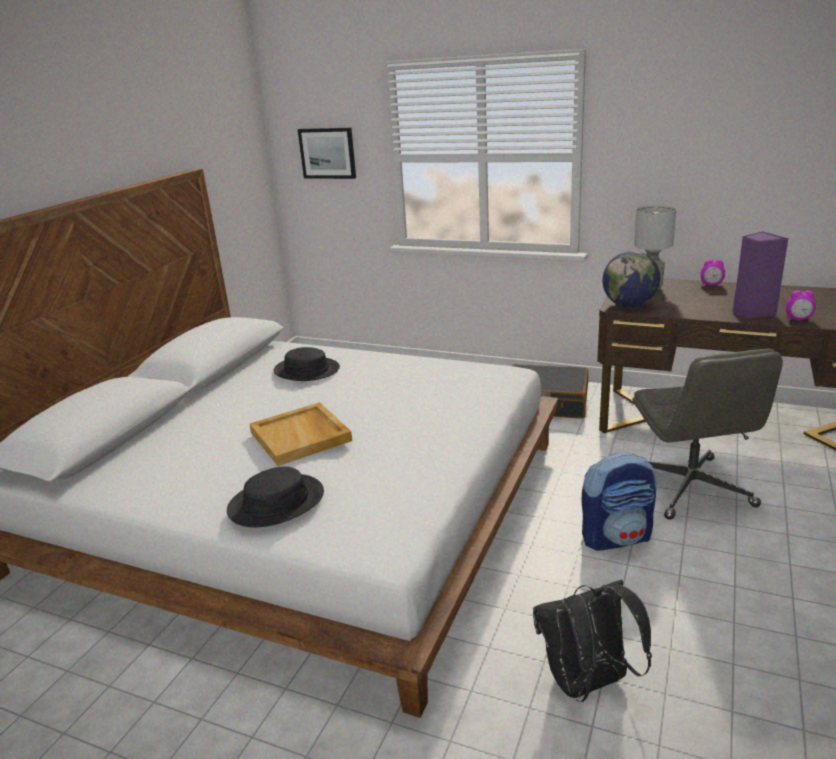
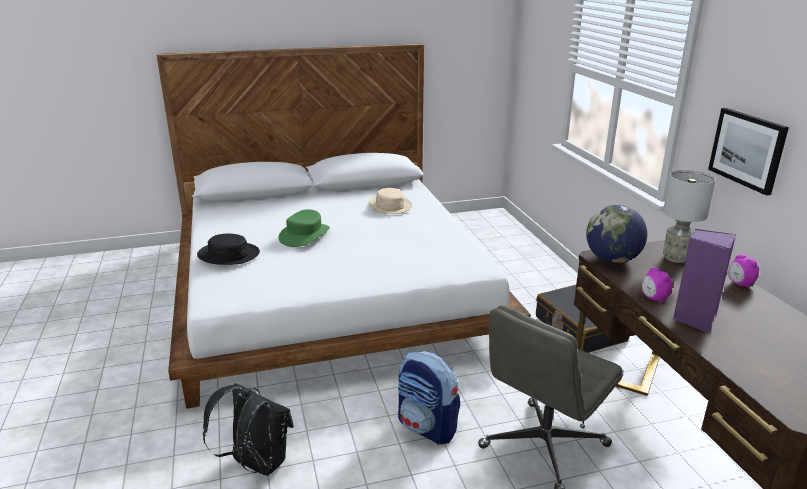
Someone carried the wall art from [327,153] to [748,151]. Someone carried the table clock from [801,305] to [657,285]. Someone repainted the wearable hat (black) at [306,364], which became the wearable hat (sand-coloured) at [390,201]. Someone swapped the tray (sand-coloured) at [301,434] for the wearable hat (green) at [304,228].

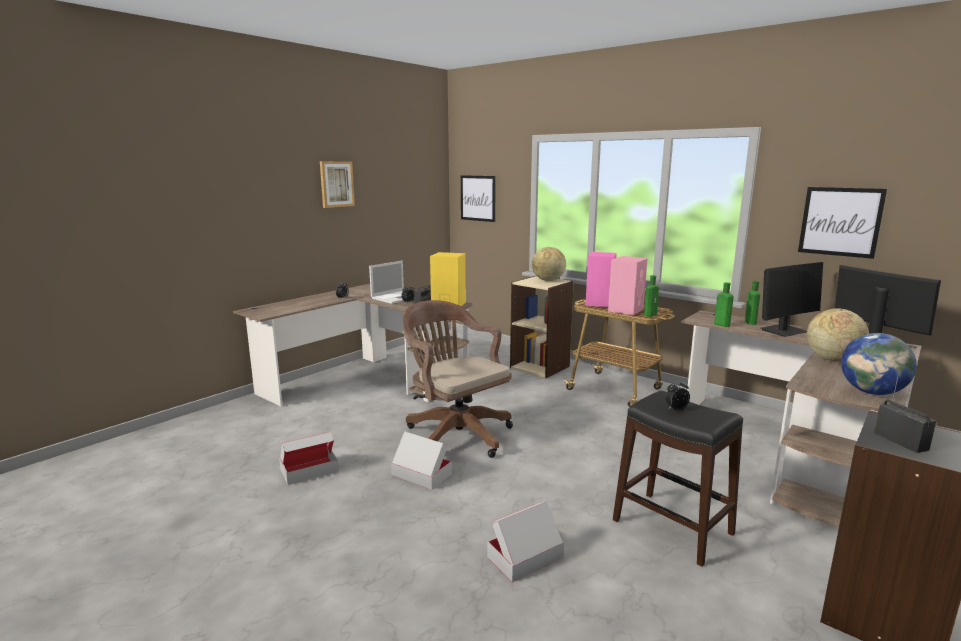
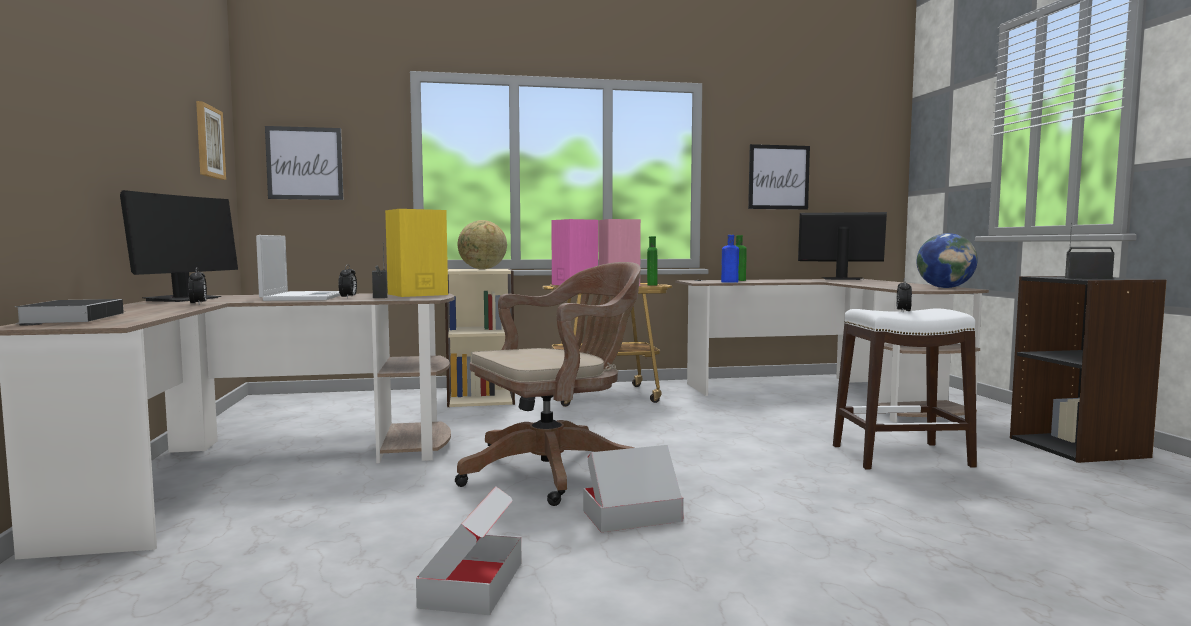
Someone carried the wall art from [337,184] to [211,140]. Someone carried the computer display from [792,299] to [179,246]. Someone repainted the beverage bottle (green) at [724,304], which became the beverage bottle (blue-coloured) at [730,259]. Someone rotated the desk chair (brown) at [458,379] by 150 degrees clockwise. Someone took away the desk globe at [838,335]. Someone repainted the stool (black) at [678,479], which became the stool (white) at [905,389]. Someone took away the carton at [525,541]. Someone put down the bound book at [70,311].

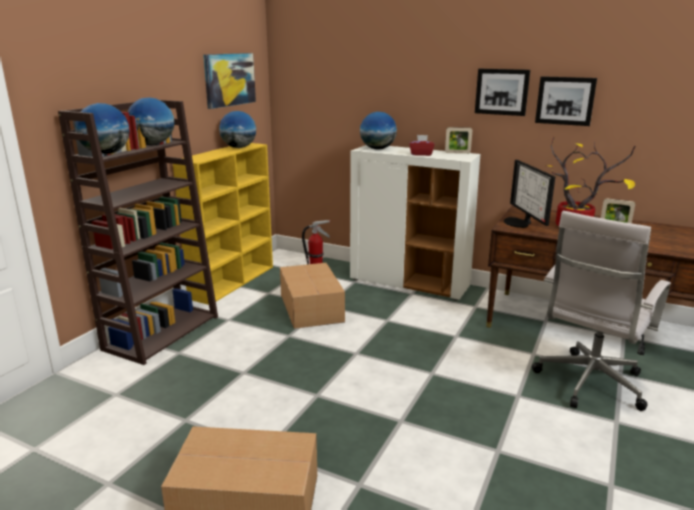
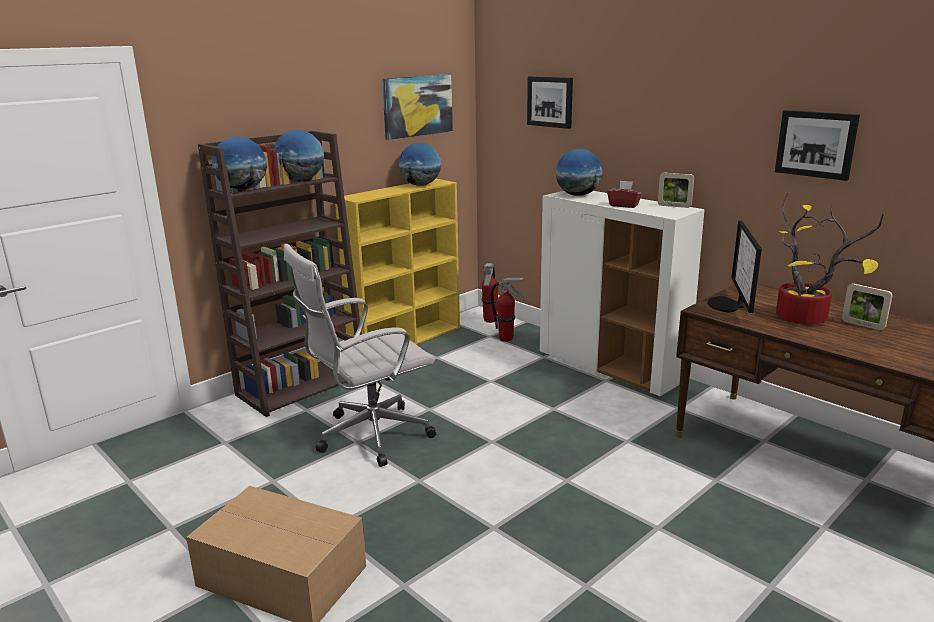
Someone carried the wall art from [502,92] to [550,102]. Someone carried the desk chair (white) from [601,311] to [360,355]. Someone took away the carton at [312,296]. Someone put down the fire extinguisher at [489,293].

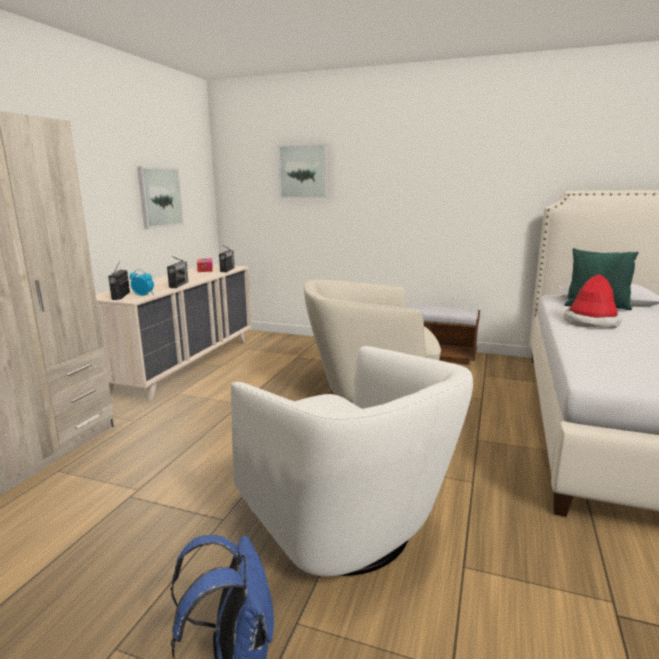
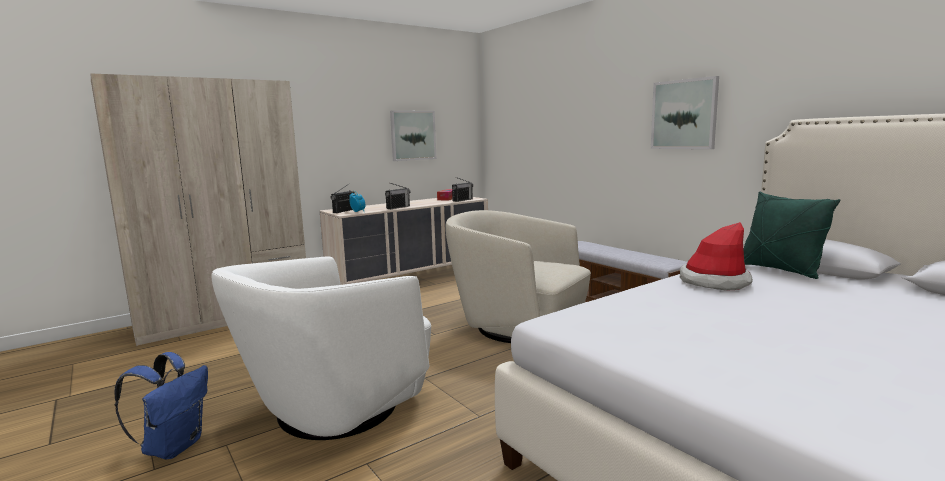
Someone carried the wall art from [303,171] to [685,112]. Someone rotated the armchair (white) at [352,461] by 45 degrees clockwise.

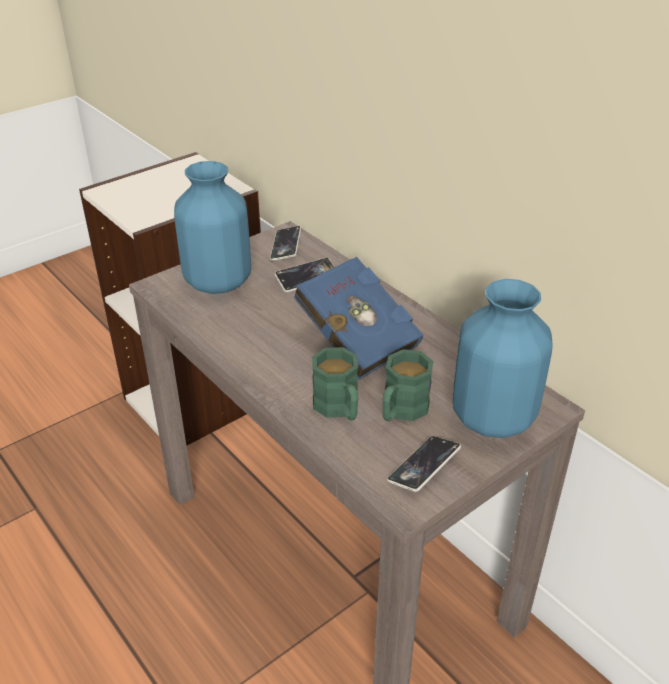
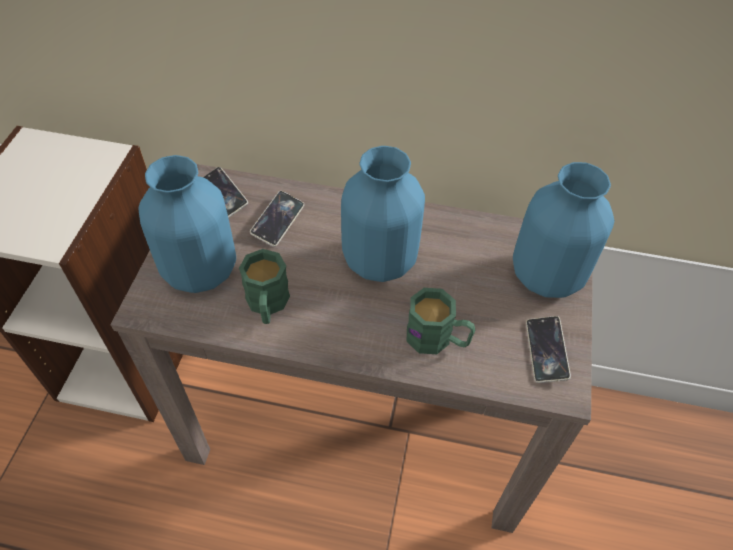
Someone swapped the bound book (blue-coloured) at [358,318] for the decorative vase (blue-coloured) at [383,214]. Someone carried the coffee mug (green) from [408,385] to [264,286].

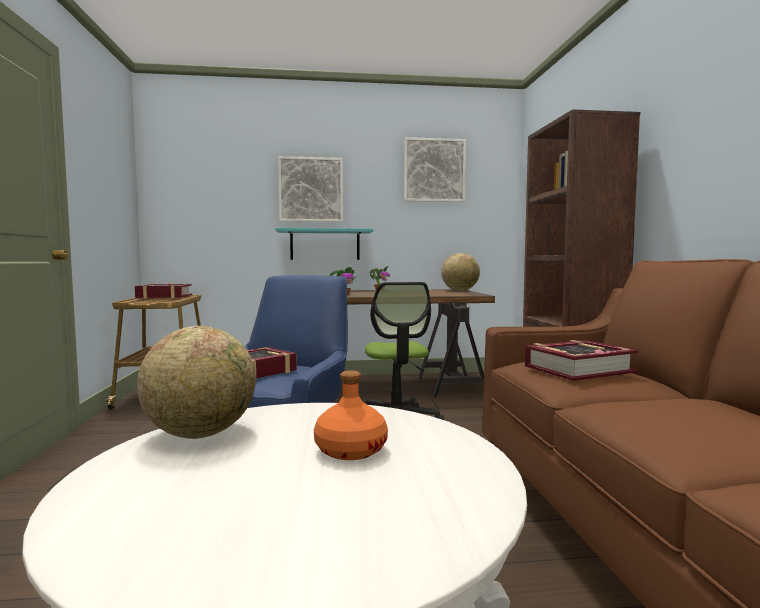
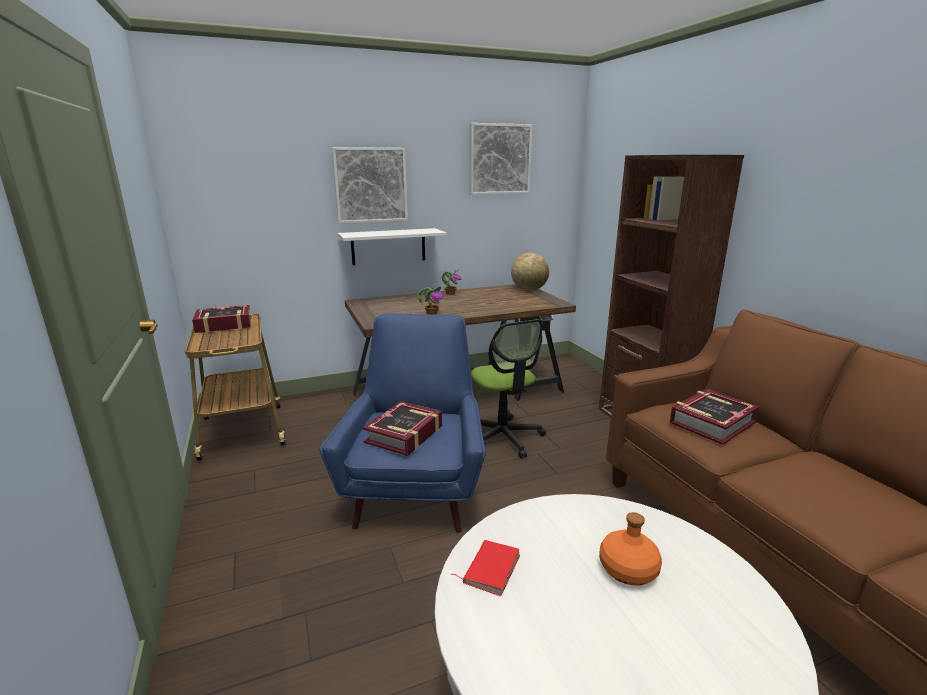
Someone repainted the shelf (turquoise-coloured) at [324,244], which became the shelf (white) at [392,246]. Someone swapped the desk globe at [196,382] for the bound book (red-coloured) at [485,568].

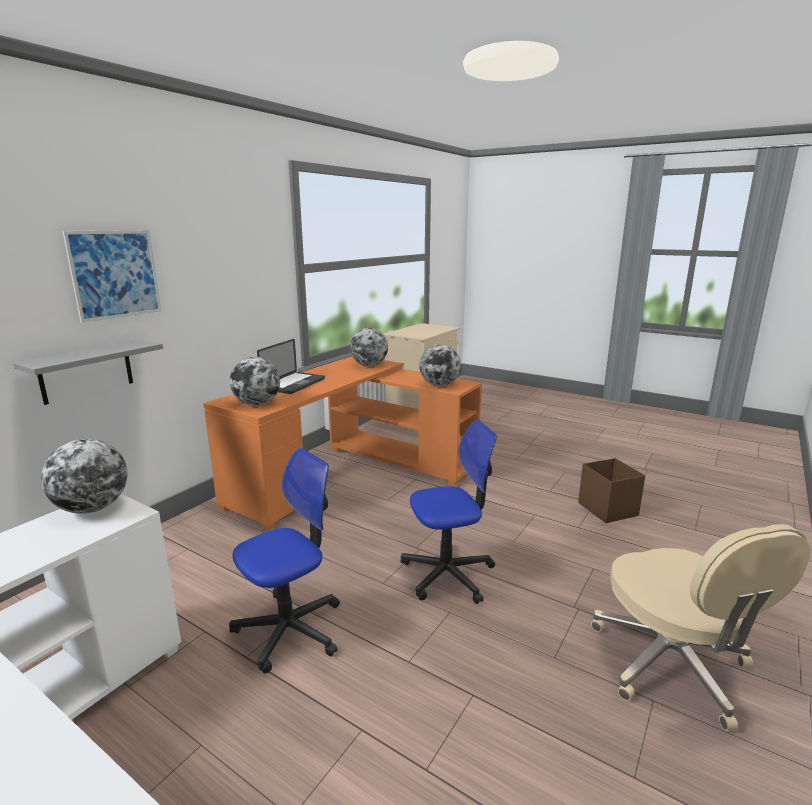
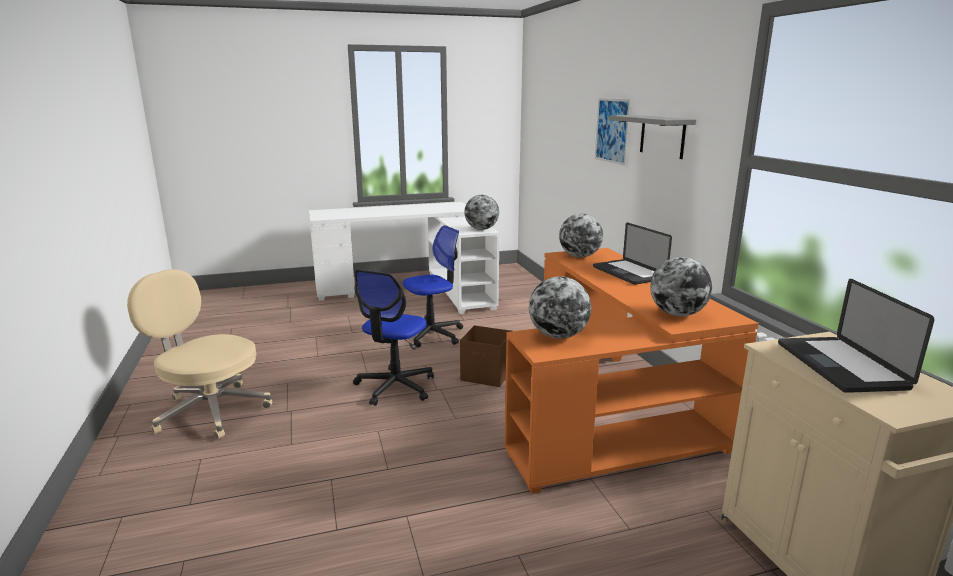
Someone carried the shelf (greyish) from [88,372] to [652,137]. Someone rotated the desk chair at [284,561] by 120 degrees counterclockwise. Someone carried the storage box (brown) from [611,490] to [486,356]. Someone put down the notebook computer at [856,336].

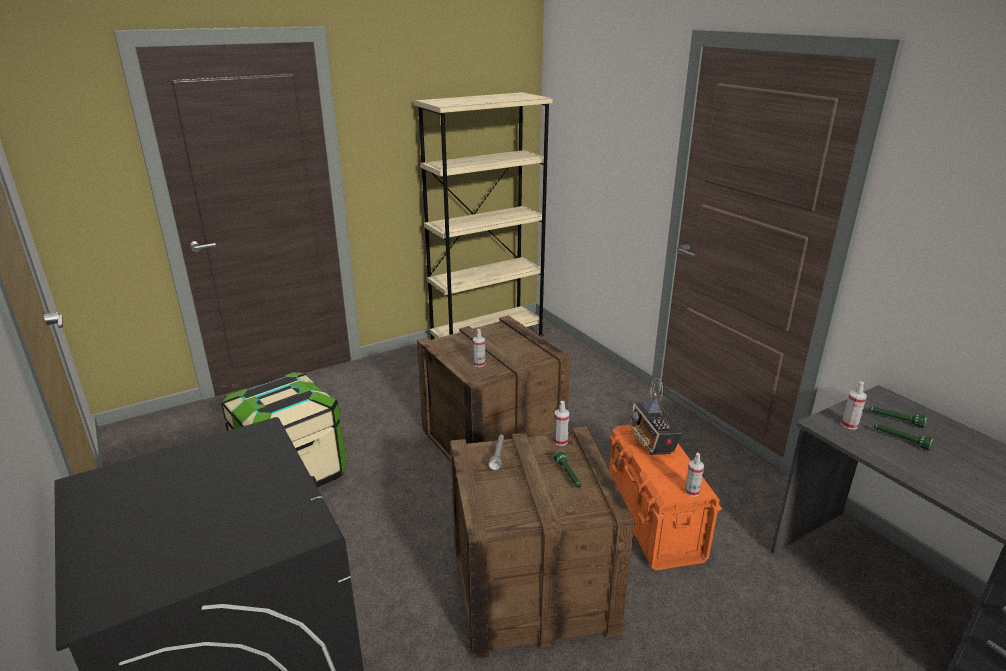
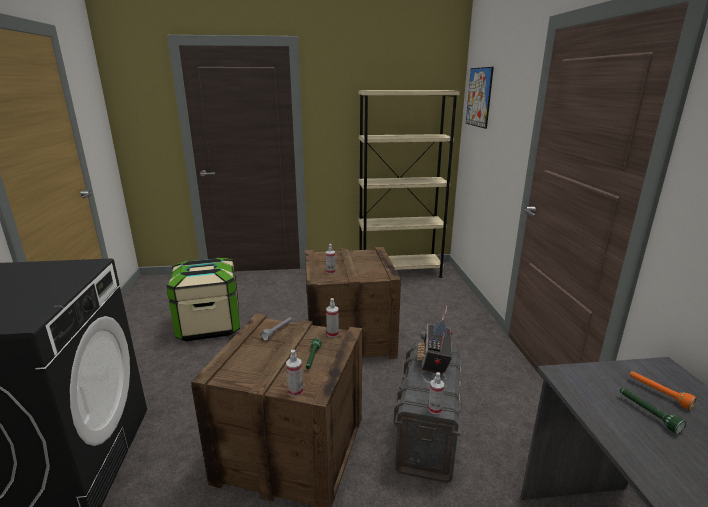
Someone carried the hand sprayer from [854,406] to [294,373]. Someone repainted the torch (green) at [898,417], which became the torch (orange-coloured) at [663,390]. Someone repainted the storage box (orange-coloured) at [665,497], which became the storage box (greyish) at [428,412]. Someone put up the wall art at [480,98].

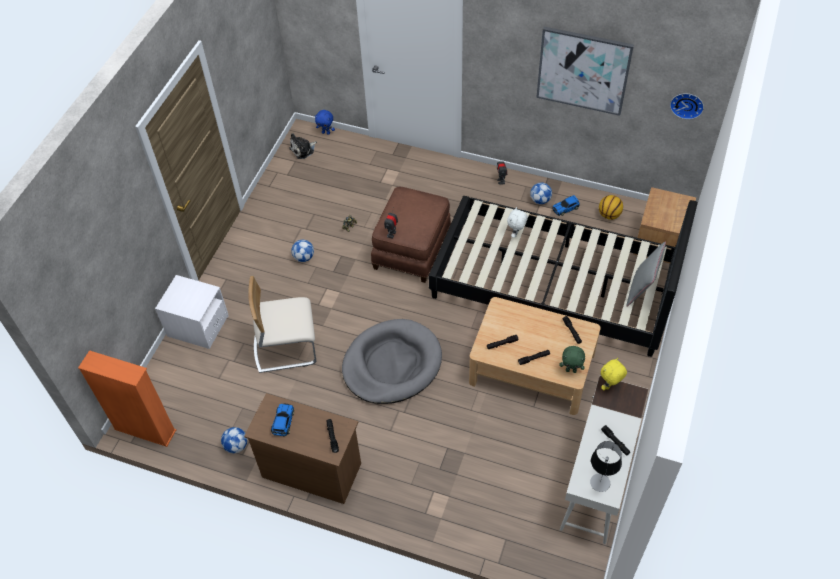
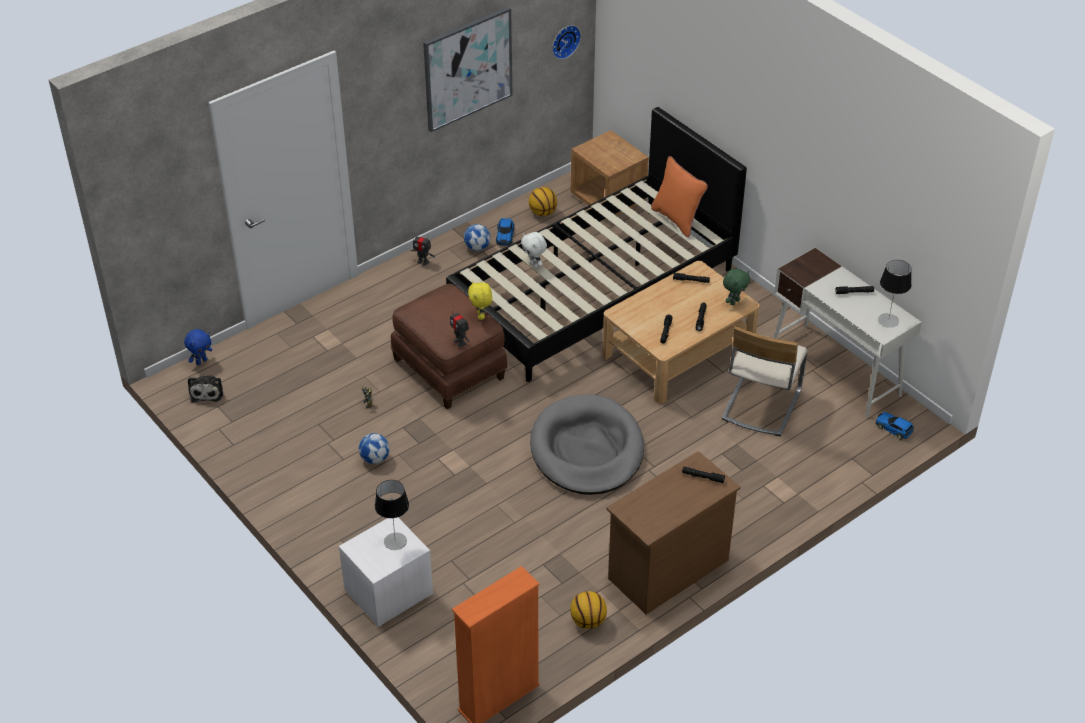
Someone repainted the pillow (greyish) at [646,274], which became the pillow (orange-coloured) at [679,196]. Someone carried the chair (sand-coloured) from [282,324] to [765,381]. Someone carried the soft toy (yellow) from [614,374] to [480,300]. Someone carried the miniature car from [282,420] to [894,426]. Someone swapped the ball for football at [234,440] for the basketball at [588,610]. Someone put down the tabletop lamp at [392,515].

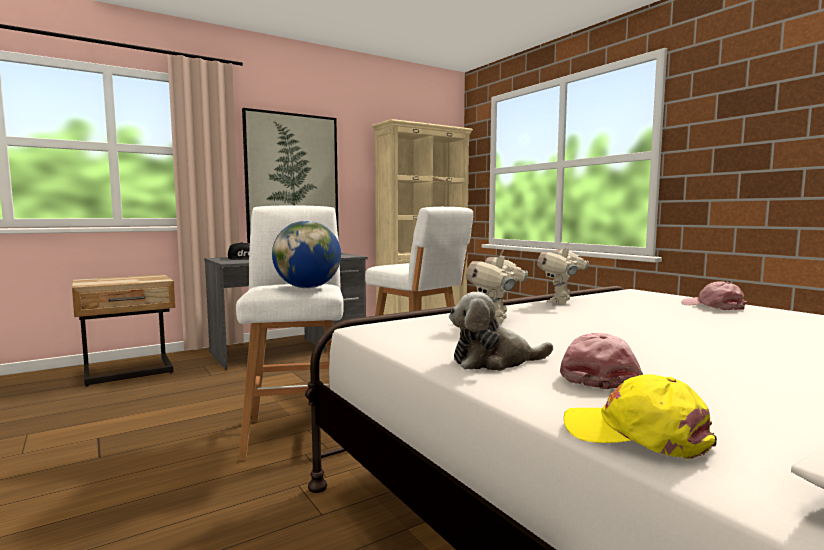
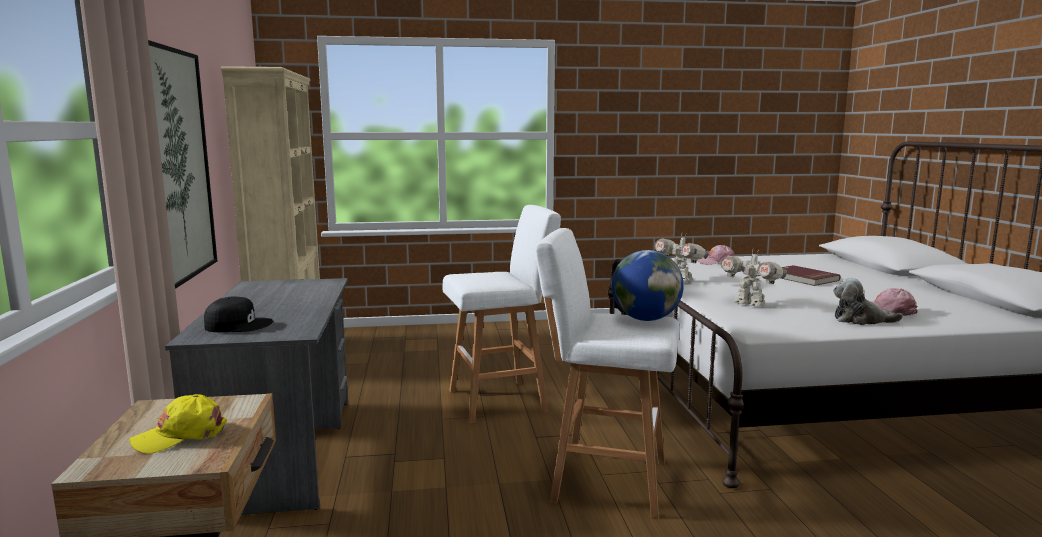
Someone rotated the soft toy at [501,331] by 90 degrees clockwise. Someone carried the peaked cap (yellow) from [640,416] to [178,424]. Someone put down the bound book (red-coloured) at [811,275].

